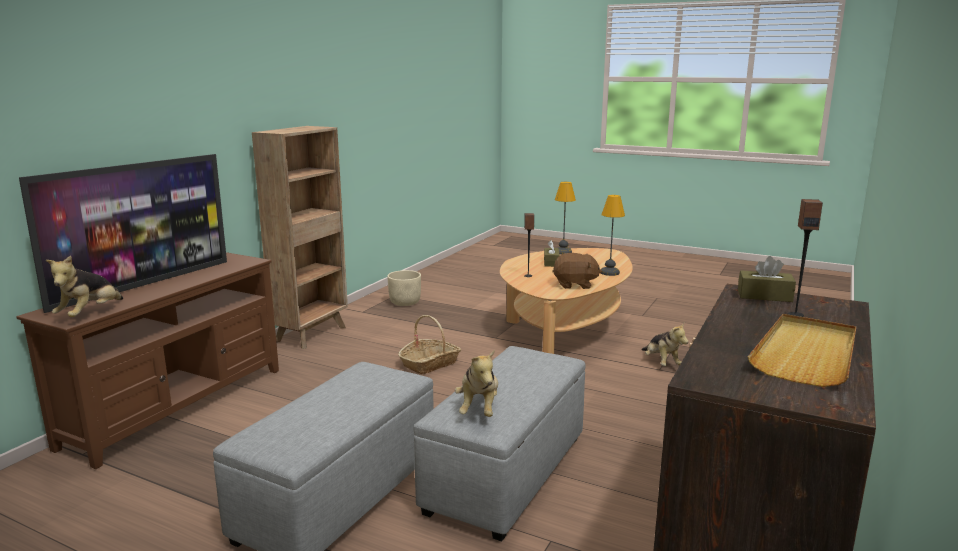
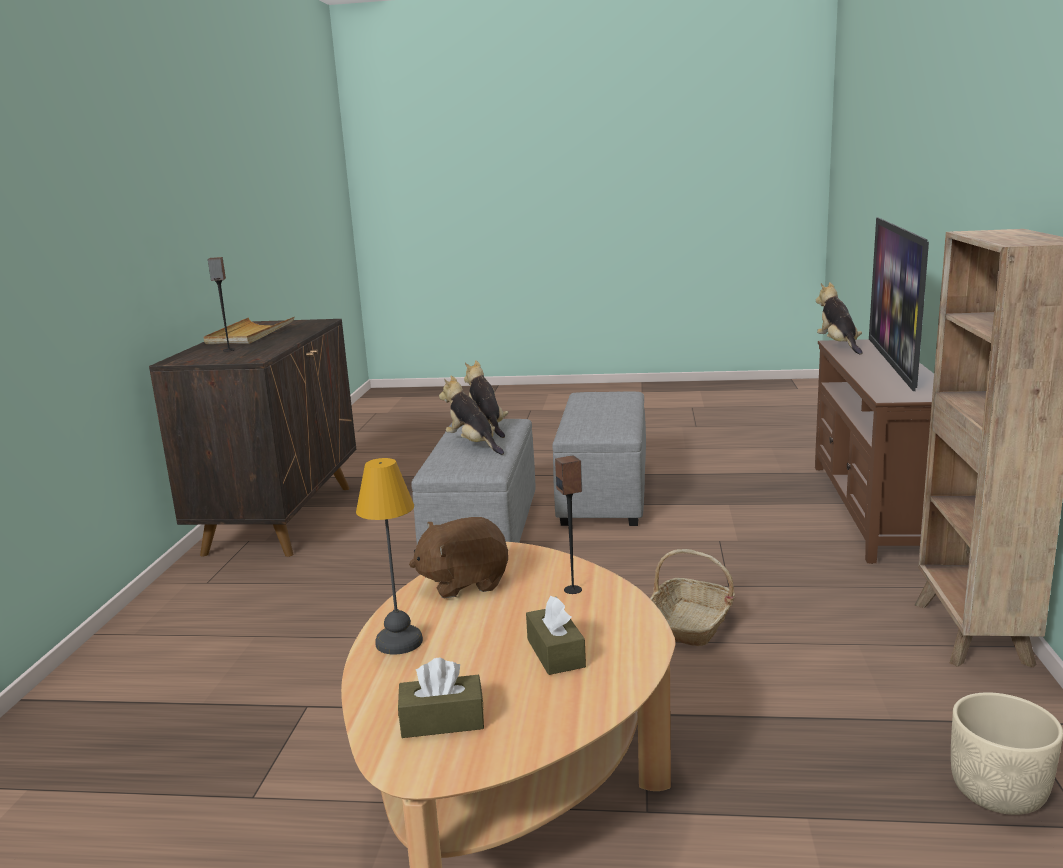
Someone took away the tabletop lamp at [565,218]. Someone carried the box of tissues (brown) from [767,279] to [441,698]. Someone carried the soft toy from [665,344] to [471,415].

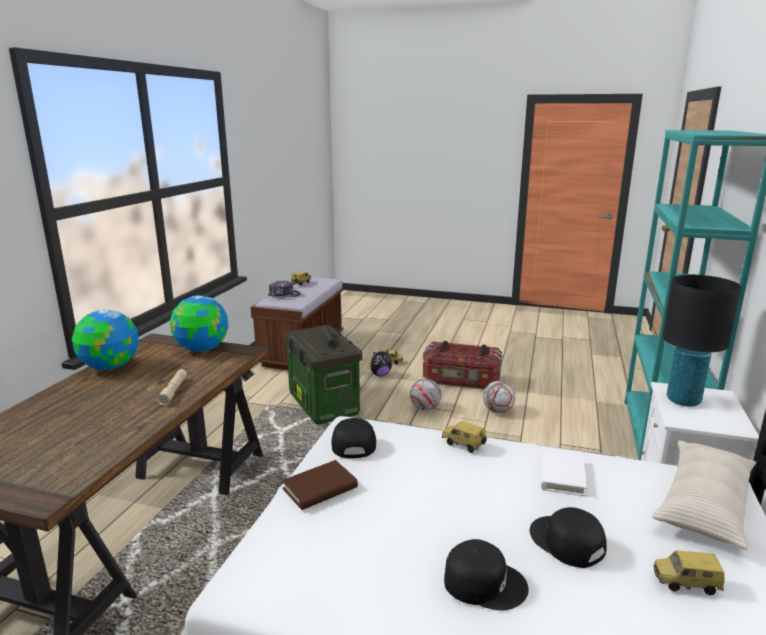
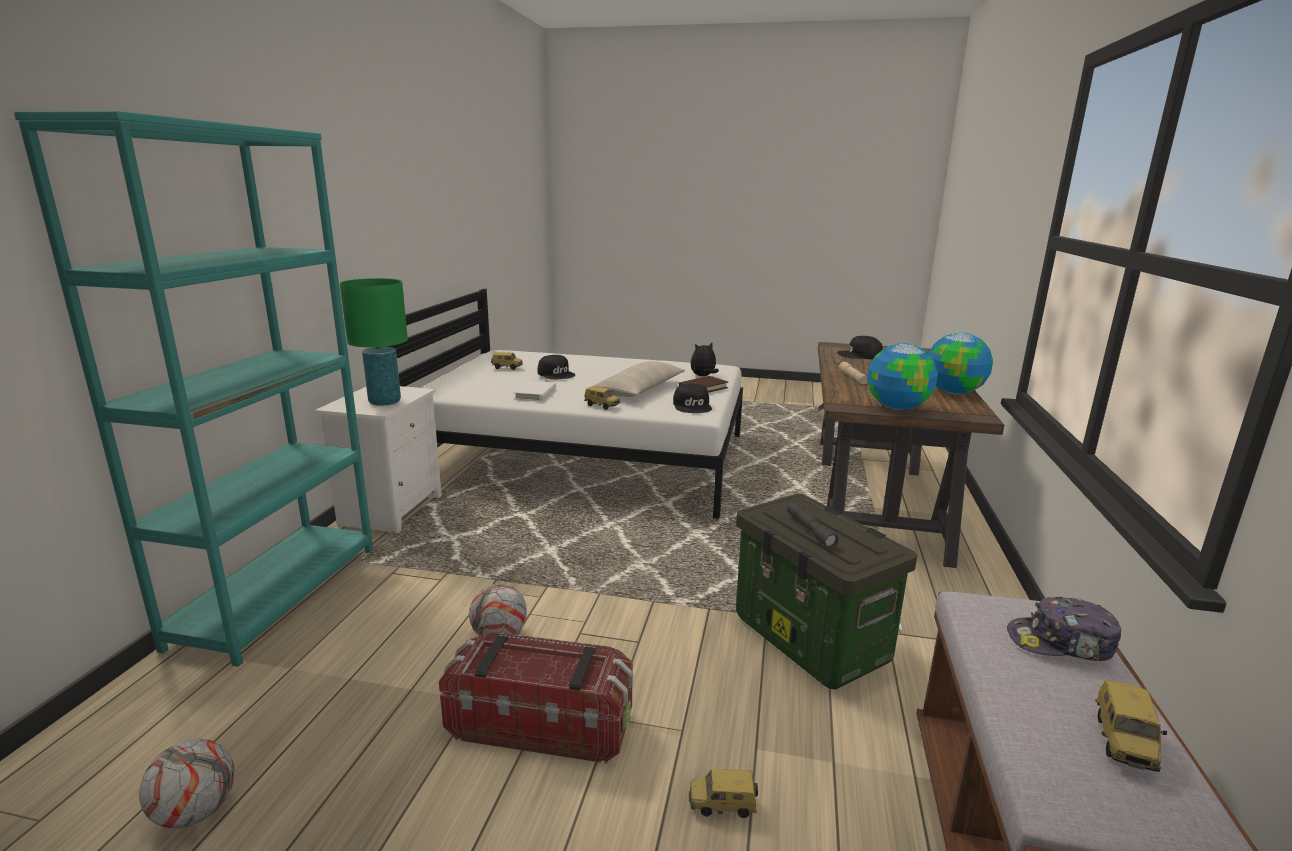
Someone repainted the tabletop lamp (black) at [702,341], which became the tabletop lamp (green) at [374,342]. Someone carried the soft toy from [381,362] to [704,359]. Someone carried the ball for football from [426,395] to [187,783]. Someone carried the pillow (sand-coloured) from [704,495] to [639,379]. Someone carried the peaked cap (black) from [486,575] to [860,347].

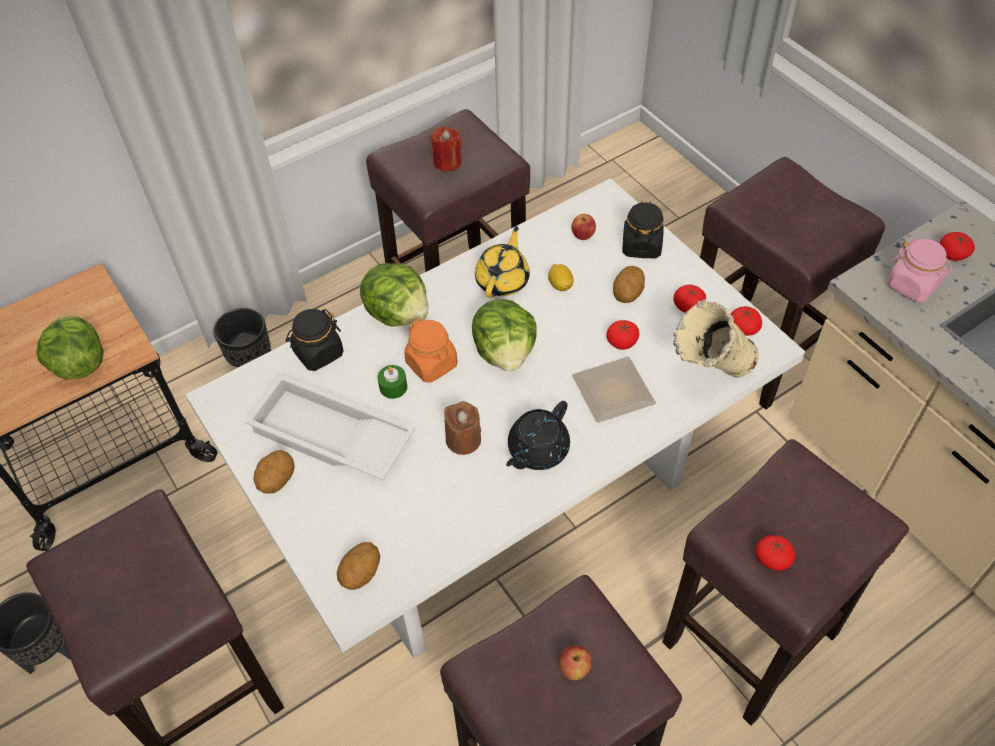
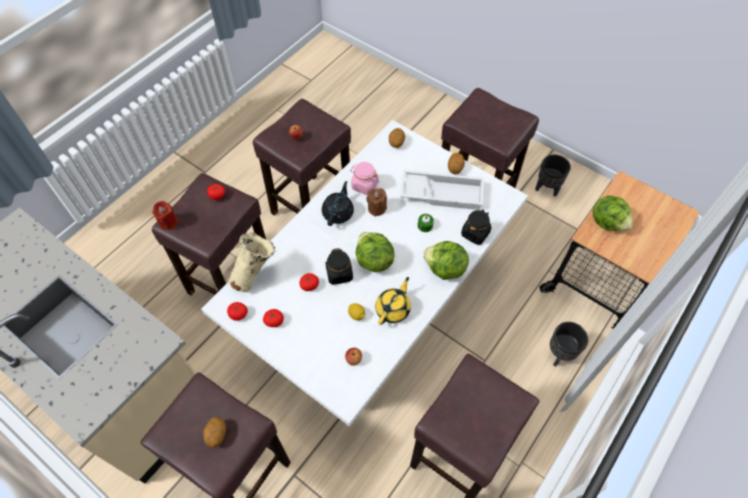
Someone carried the wax candle (red-coloured) from [447,149] to [165,215]. Someone carried the storage jar (black) from [643,229] to [339,266]. Someone rotated the tea pot (yellow) at [502,262] by 150 degrees counterclockwise. Someone took away the tomato at [957,246]. Someone carried the storage jar (pinkish) from [920,270] to [365,178]. Someone carried the whole potato from [629,284] to [214,432]. Someone took away the storage jar (orange-coloured) at [430,350]. Someone took away the dinner plate at [614,390].

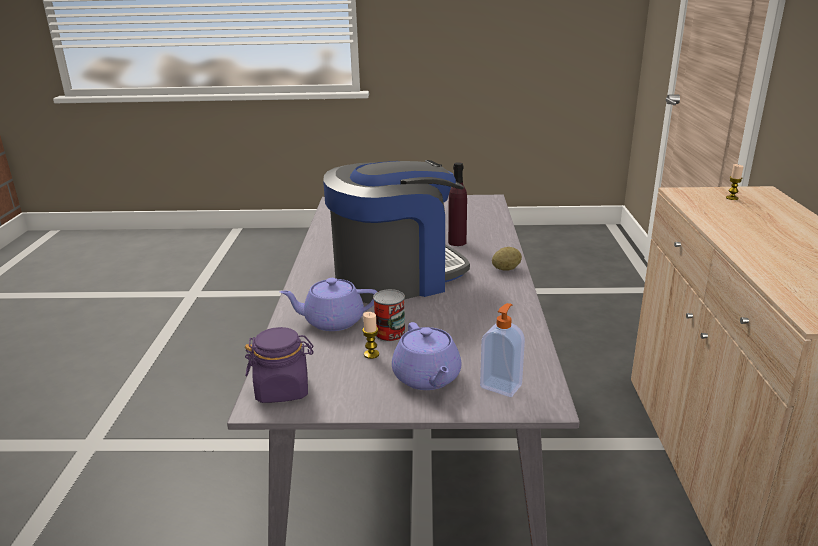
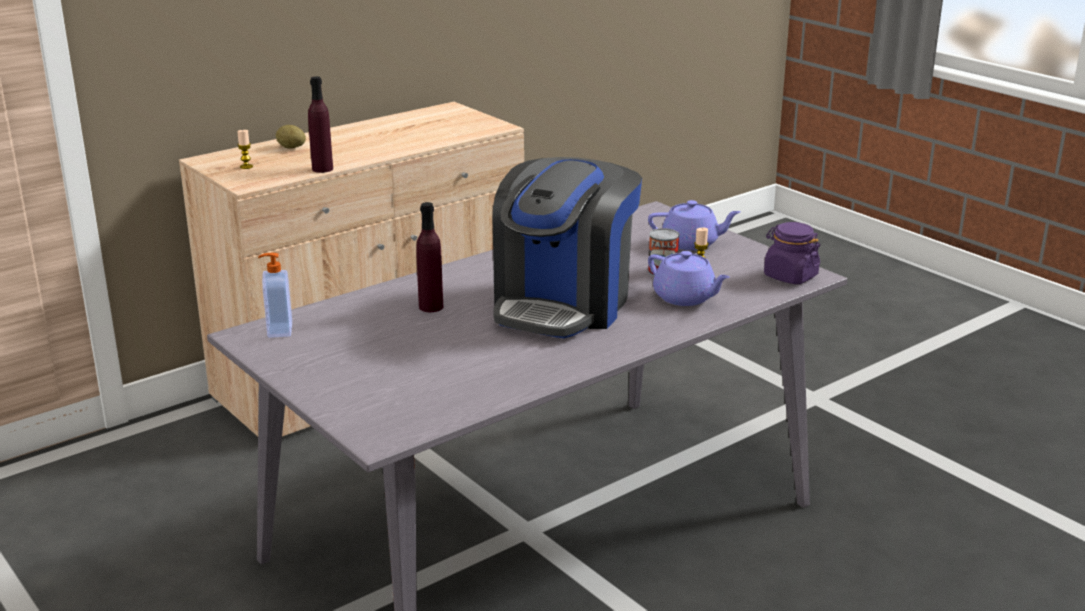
Someone rotated the coffee maker at [396,231] by 90 degrees counterclockwise. Someone carried the whole potato from [507,259] to [291,137]. Someone carried the soap dispenser from [502,350] to [275,295]. Someone rotated the tea pot (purple) at [426,356] by 60 degrees clockwise. Someone put down the beverage bottle (purple) at [320,124].

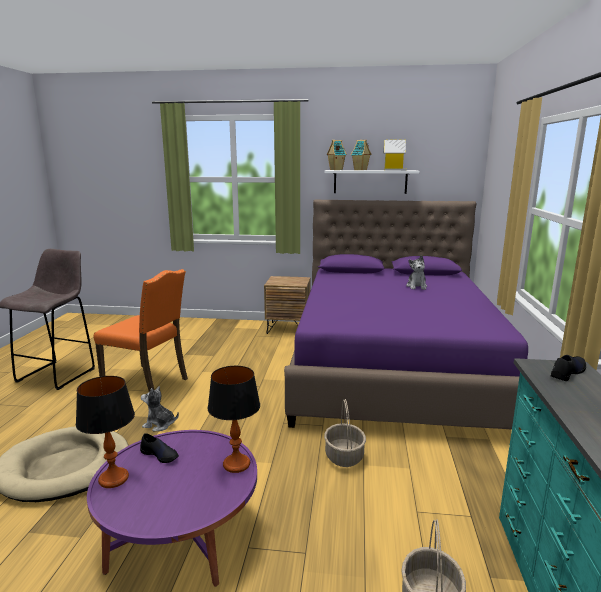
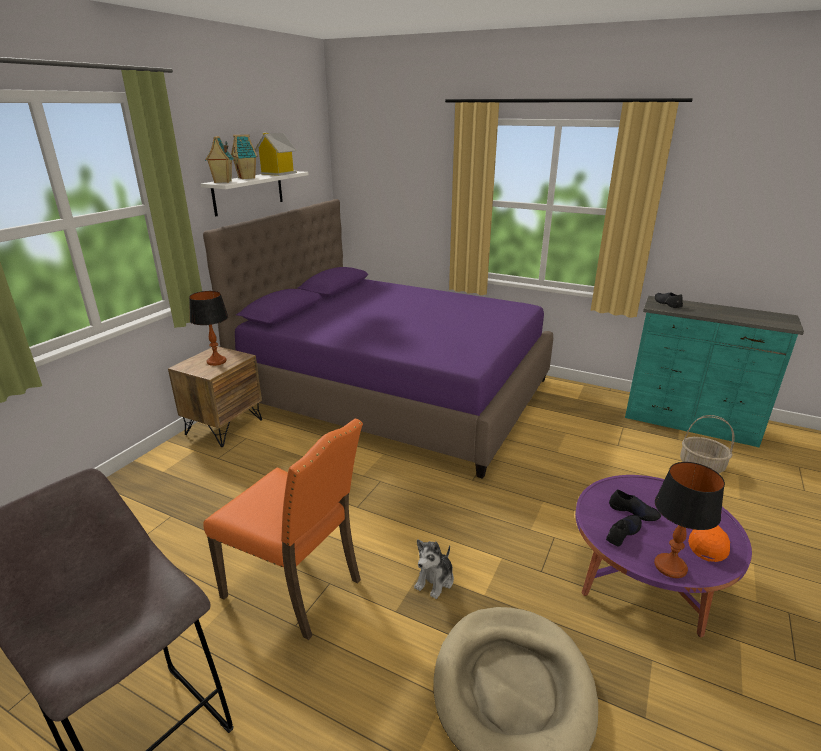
Someone took away the soft toy at [416,272]. Someone rotated the chair (orange-coloured) at [141,330] by 75 degrees clockwise. Someone carried the tabletop lamp from [234,419] to [208,328]. Someone took away the basket at [345,433]. Someone put down the shoe (black) at [635,505]. Someone put down the peaked cap (orange-coloured) at [709,543].

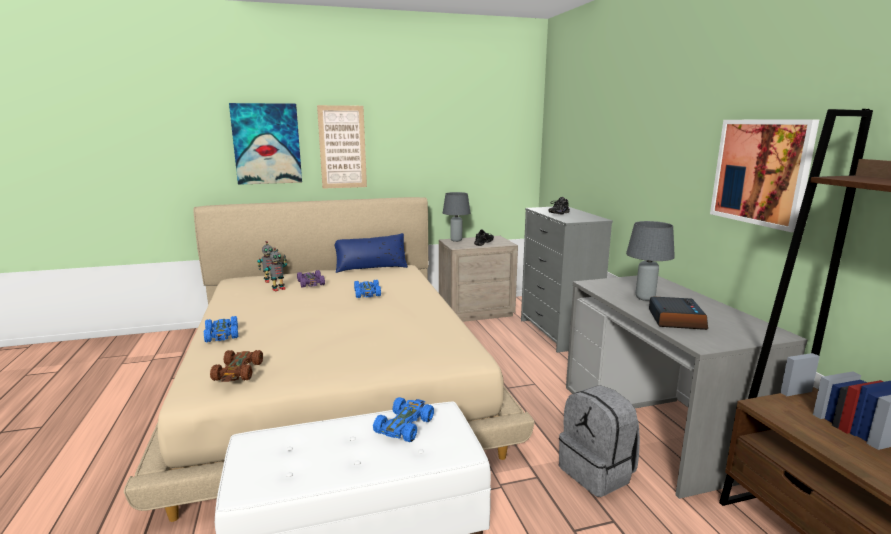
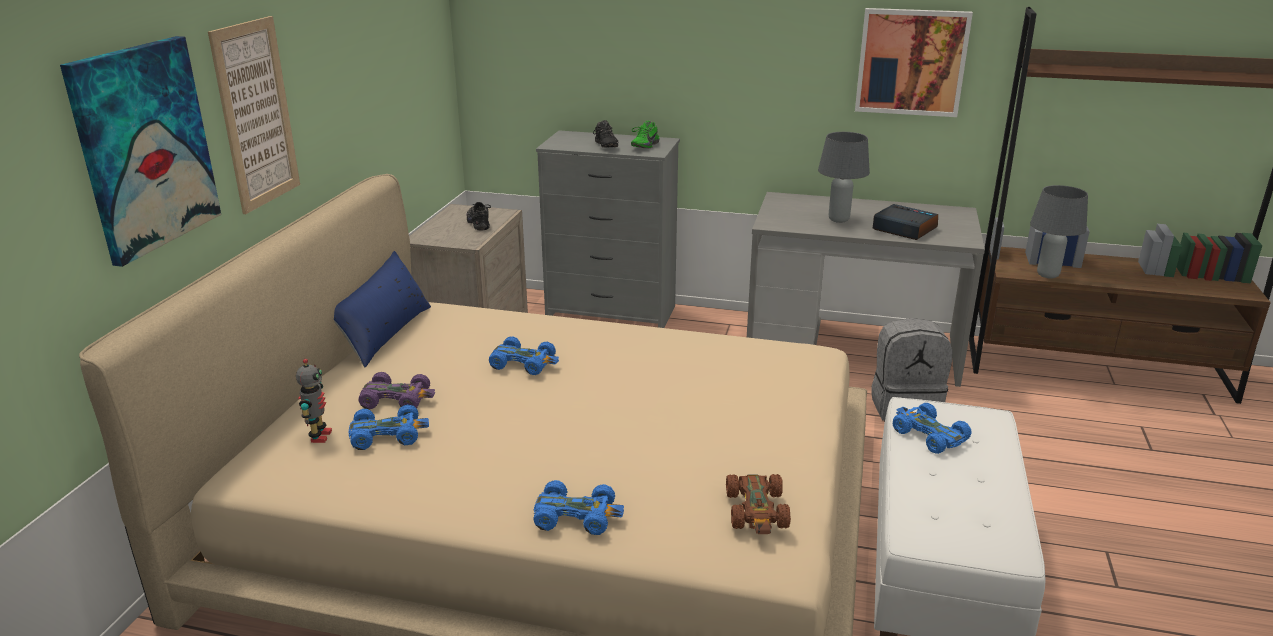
Someone carried the tabletop lamp (greyish) from [456,217] to [1059,231]. Someone swapped the robot figure at [276,269] for the miniature car (blue-coloured) at [389,427]. Someone rotated the miniature car (brown) at [236,366] by 60 degrees clockwise. Someone put down the shoe (green) at [645,134].

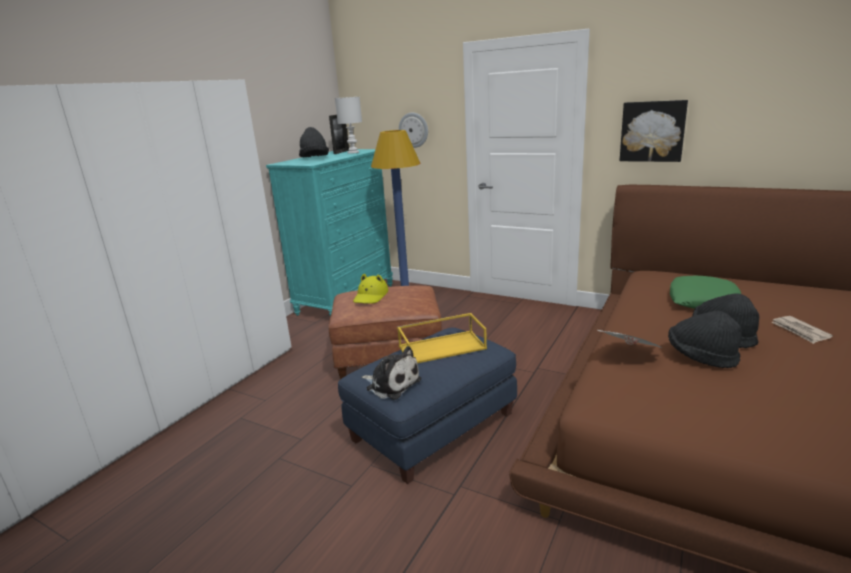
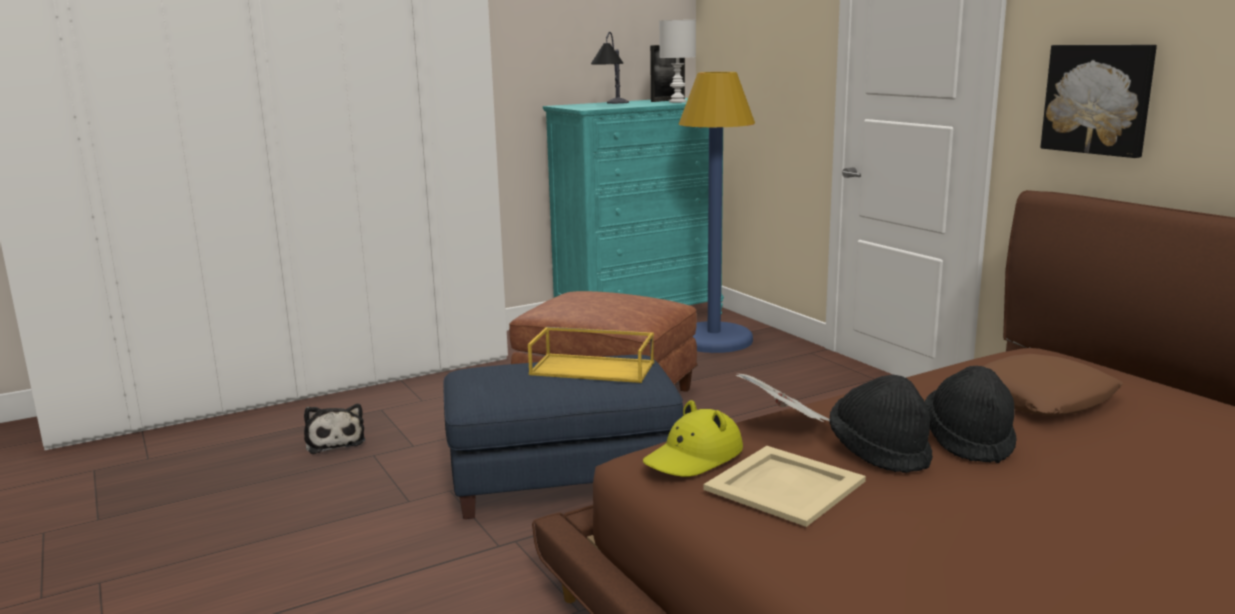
Someone took away the wall clock at [413,130]. Someone swapped the wearable hat (black) at [314,142] for the tabletop lamp at [610,68]. Someone carried the wearable hat (yellow) from [370,289] to [693,438]. Someone repainted the pillow (green) at [705,292], which became the pillow (brown) at [1053,385]. Someone took away the printed paper at [802,330]. Someone carried the soft toy from [391,373] to [334,429]. Someone put down the tray (sand-coloured) at [784,486].

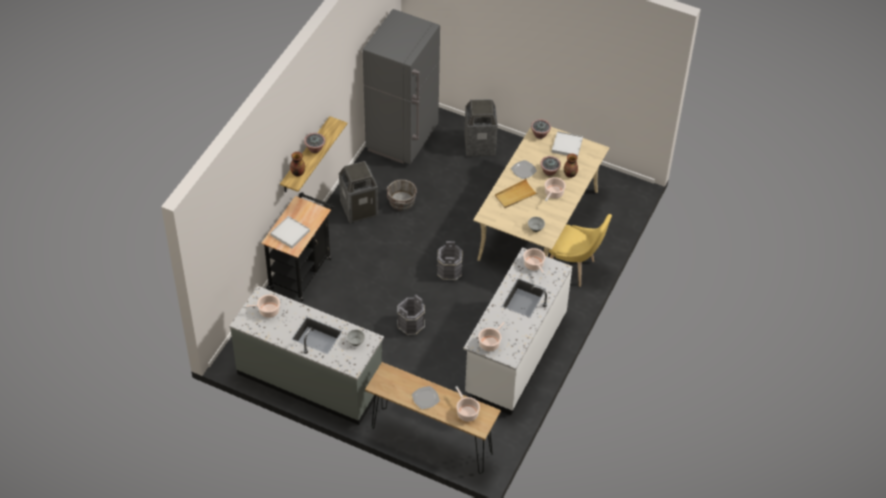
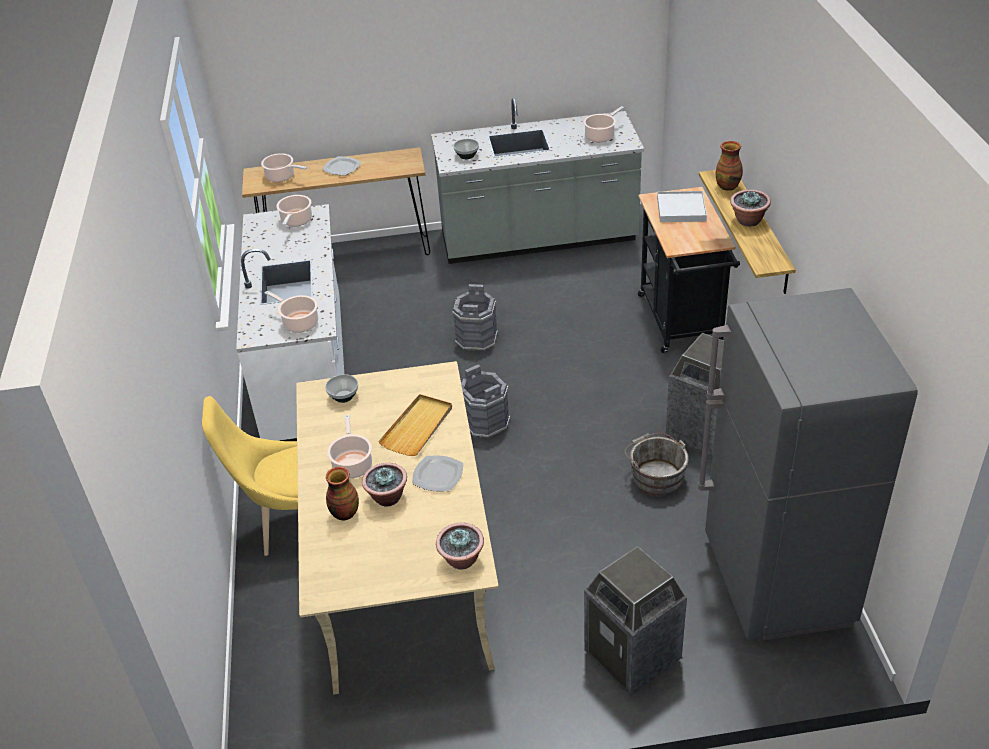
Someone took away the tray (white) at [567,144].

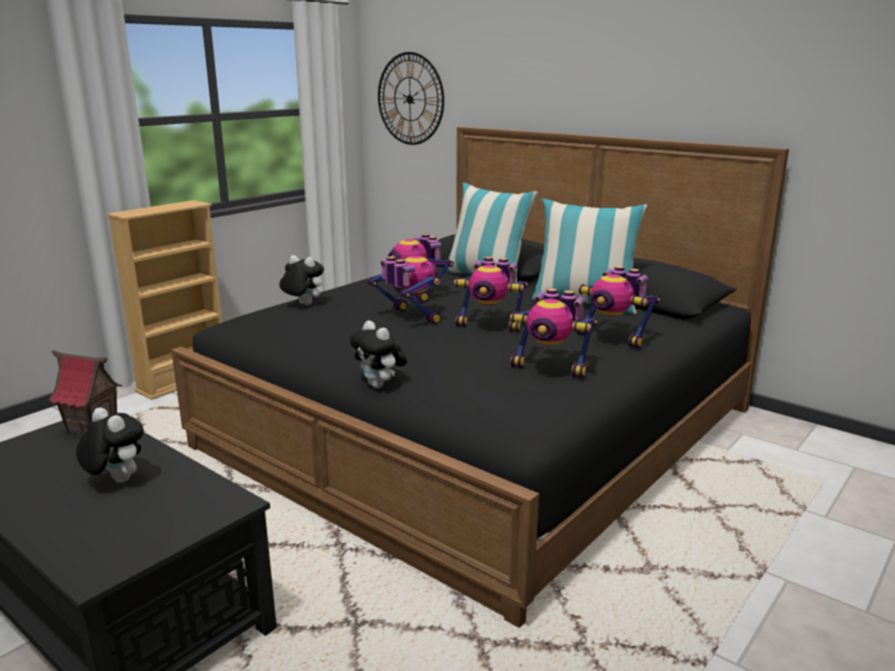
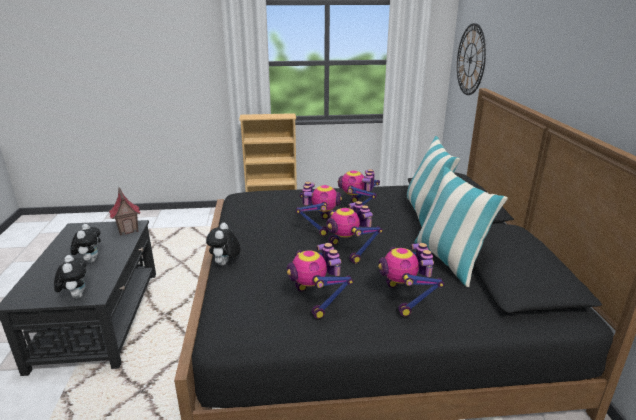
Someone carried the soft toy from [301,280] to [70,277].

